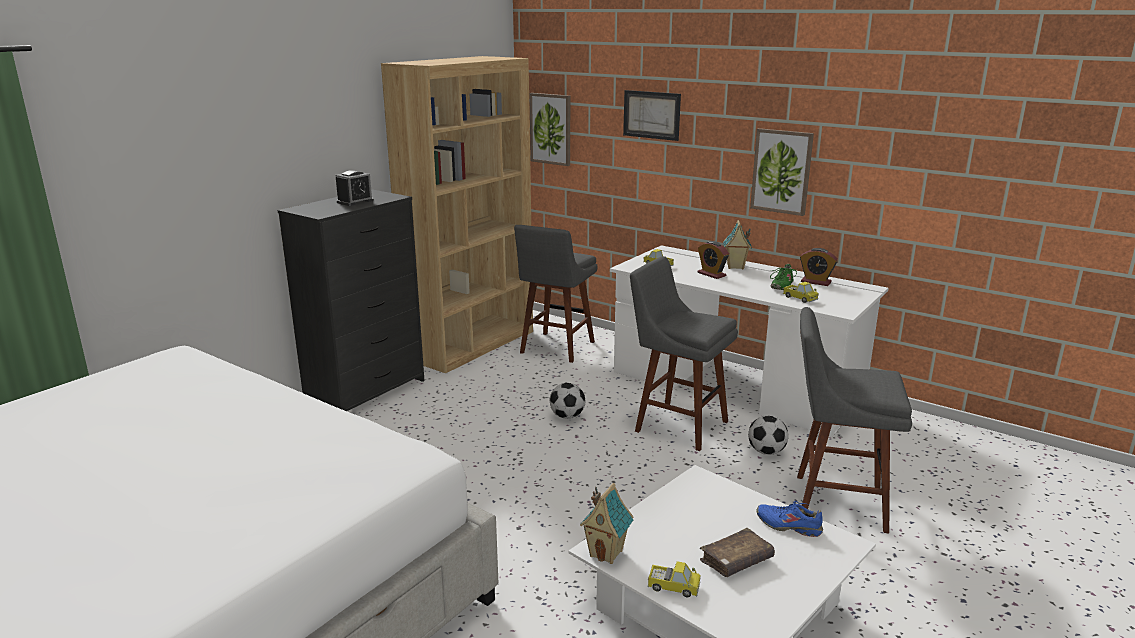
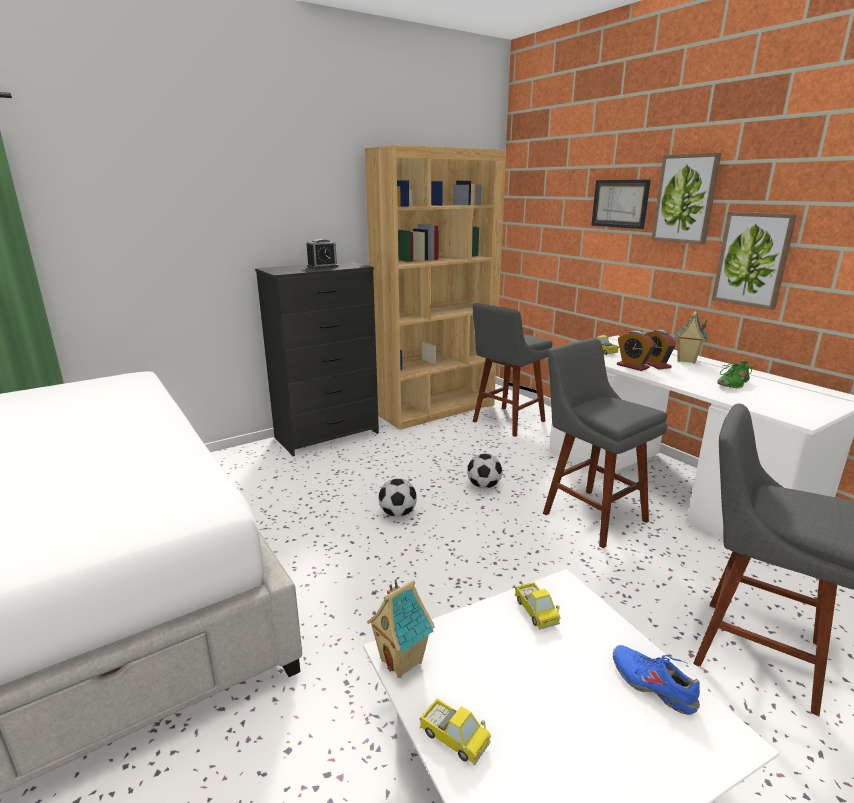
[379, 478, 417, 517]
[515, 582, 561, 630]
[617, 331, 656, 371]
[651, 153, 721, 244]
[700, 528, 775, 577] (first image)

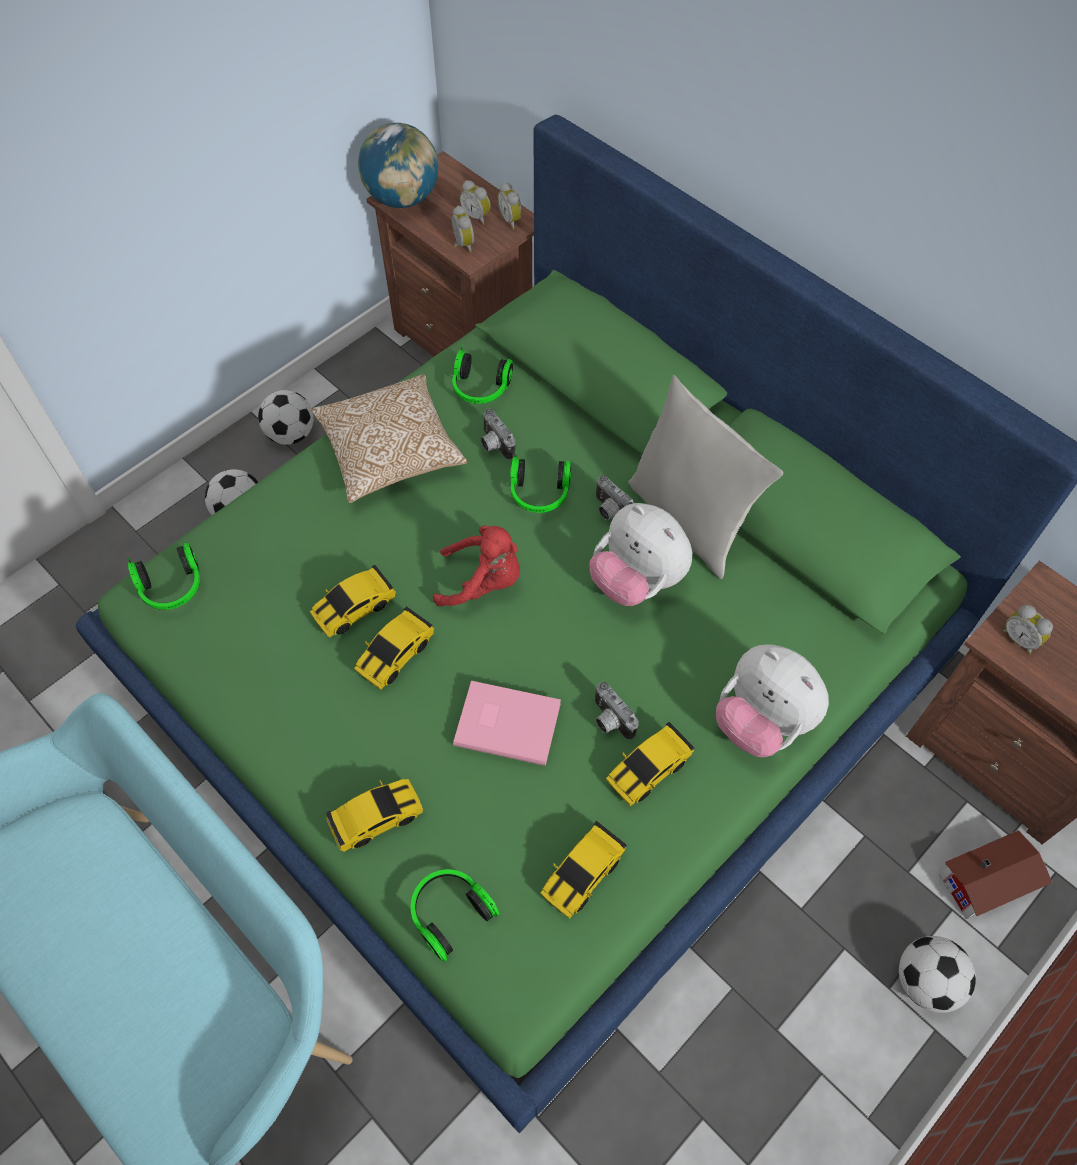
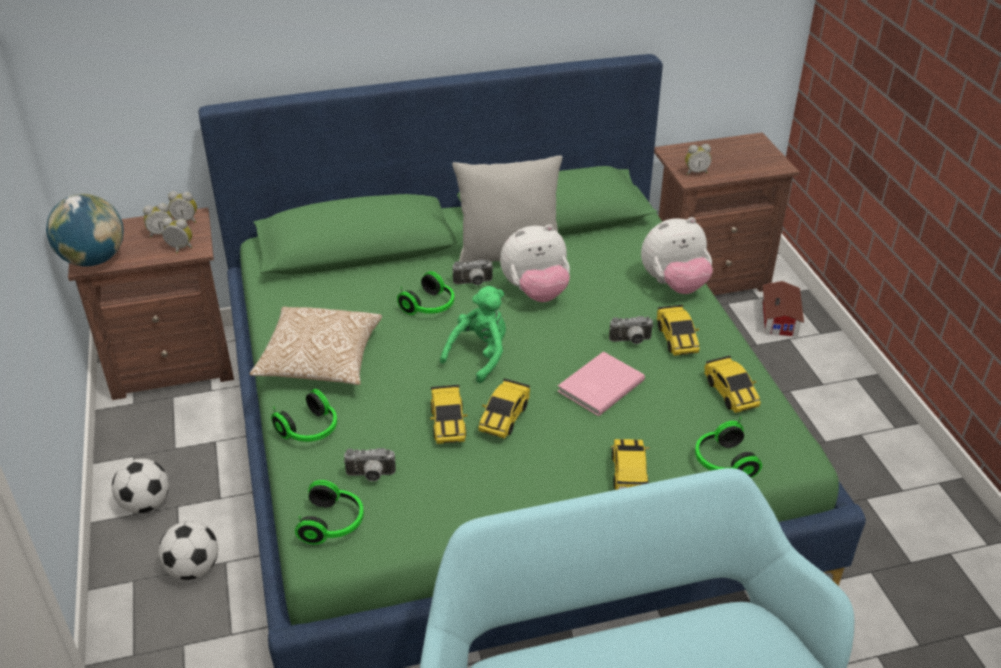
[271, 389, 337, 442]
[344, 448, 396, 481]
[440, 286, 506, 383]
[478, 378, 530, 439]
[899, 936, 976, 1013] (first image)

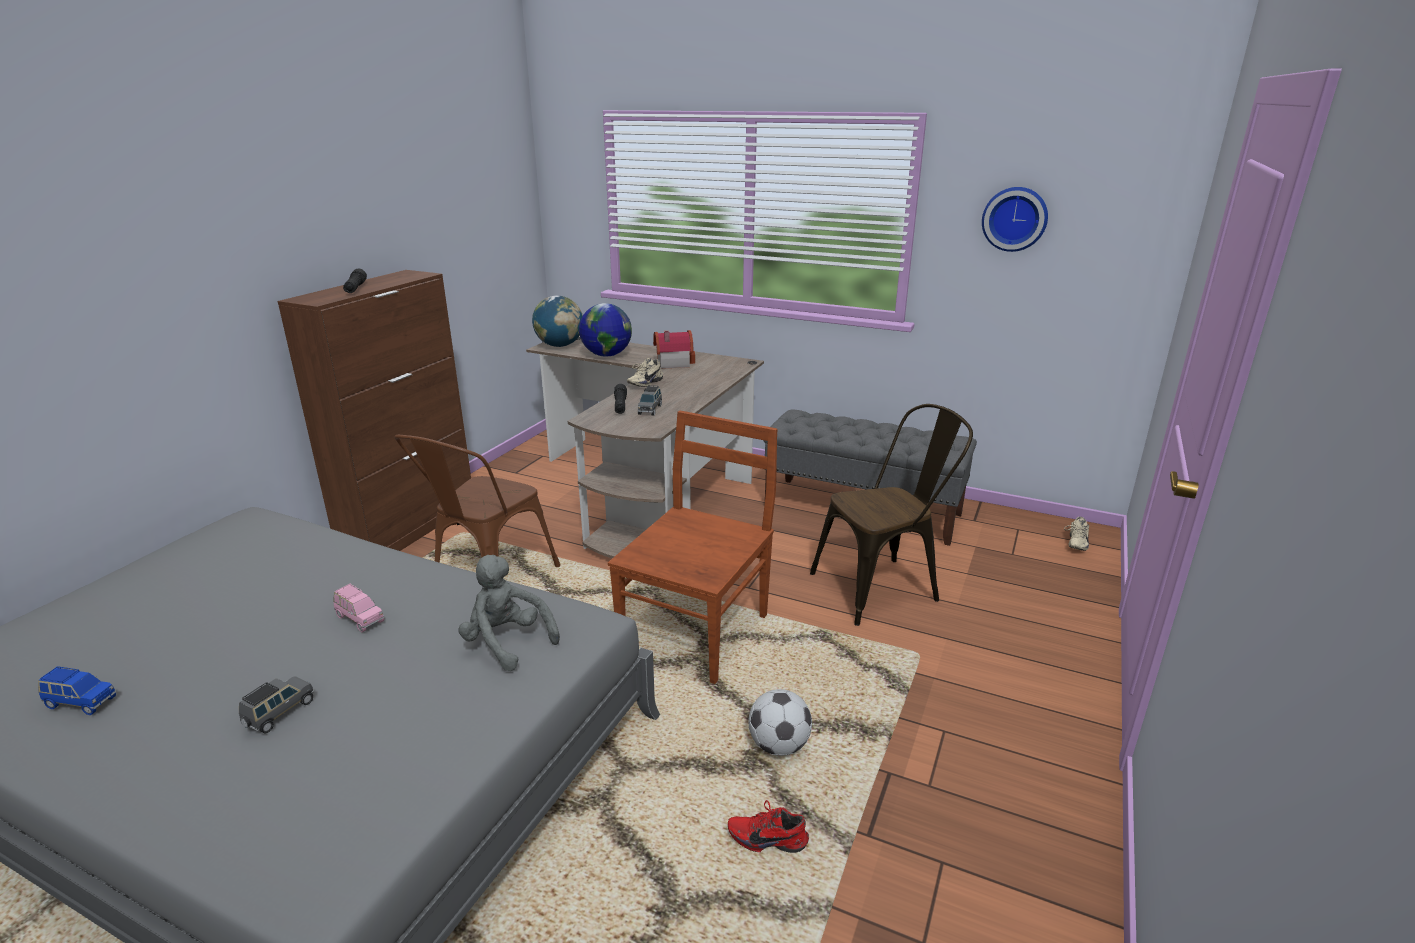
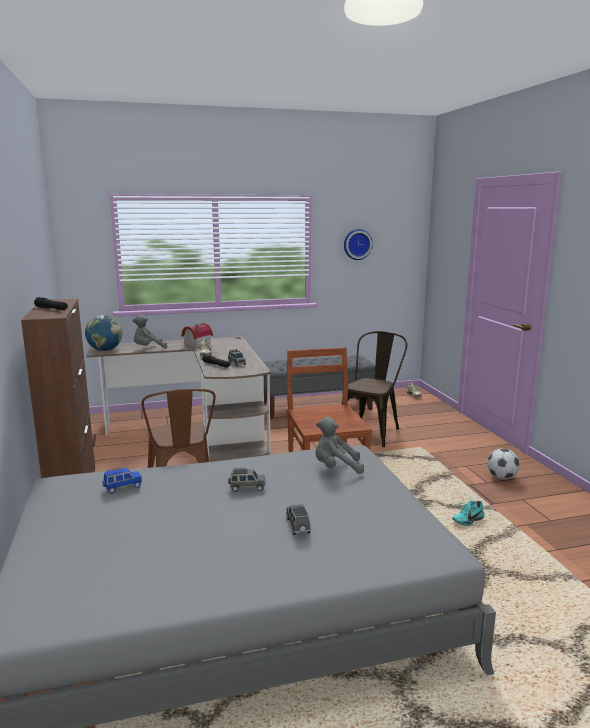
[102, 468, 142, 494]
[132, 315, 167, 349]
[228, 468, 265, 492]
[452, 500, 485, 526]
[487, 448, 520, 479]

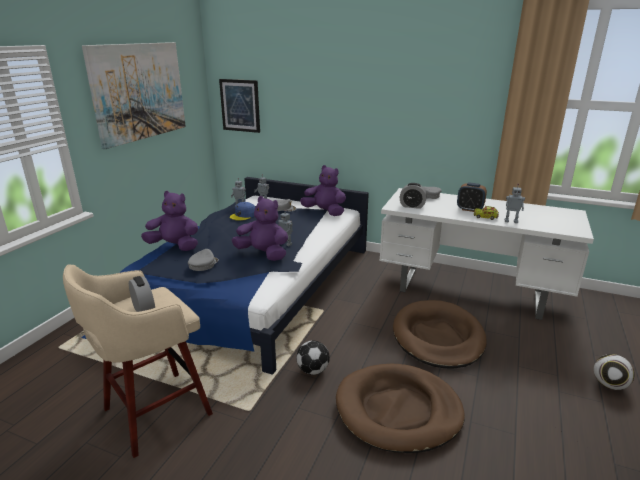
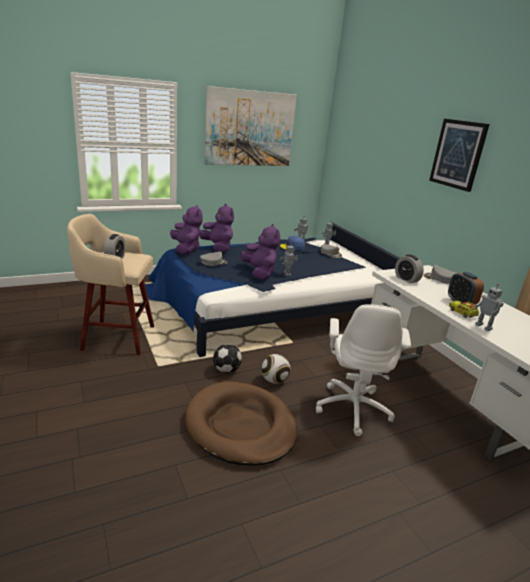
[170, 205, 202, 254]
[261, 354, 290, 384]
[316, 304, 411, 436]
[429, 119, 489, 192]

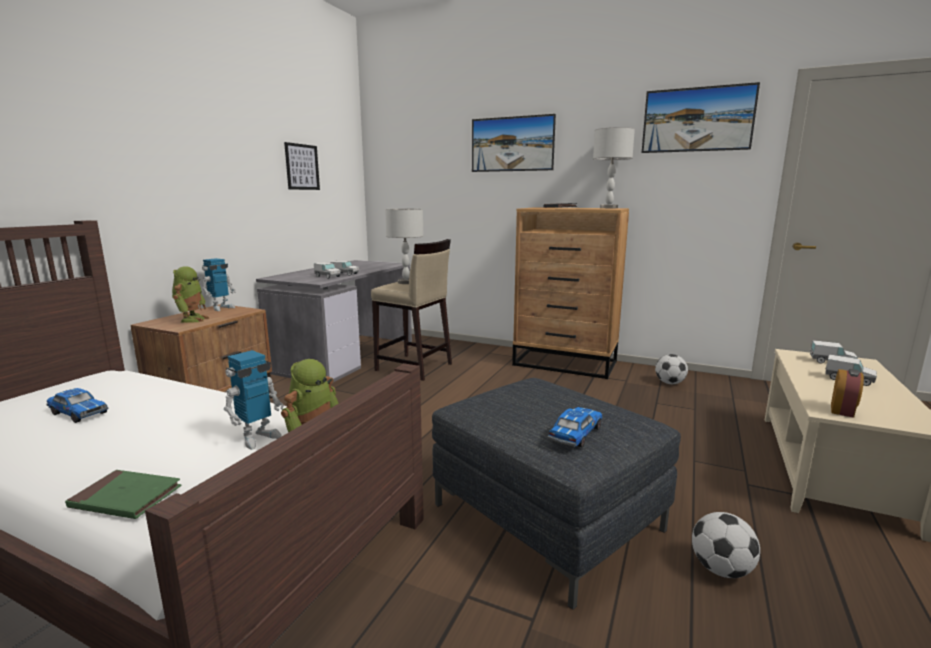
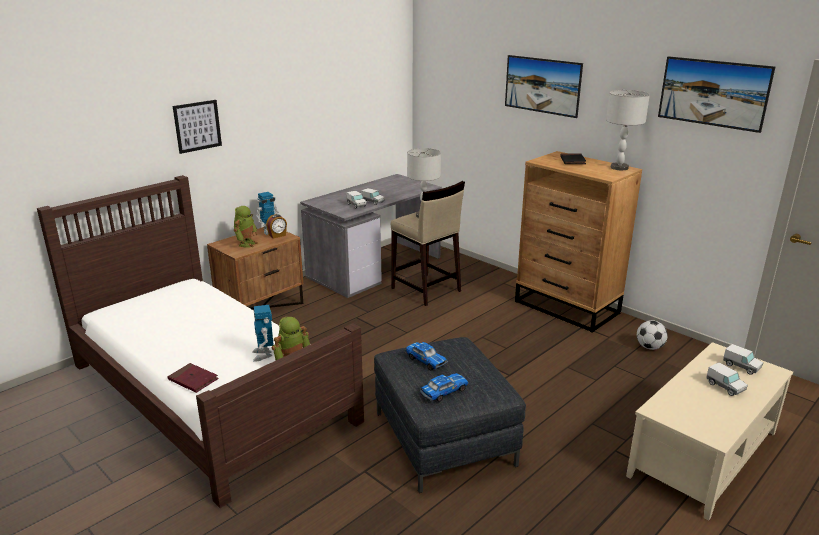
[167, 363, 219, 393]
[173, 100, 222, 154]
[252, 305, 274, 362]
[266, 214, 287, 239]
[405, 342, 448, 371]
[692, 512, 760, 578] (first image)

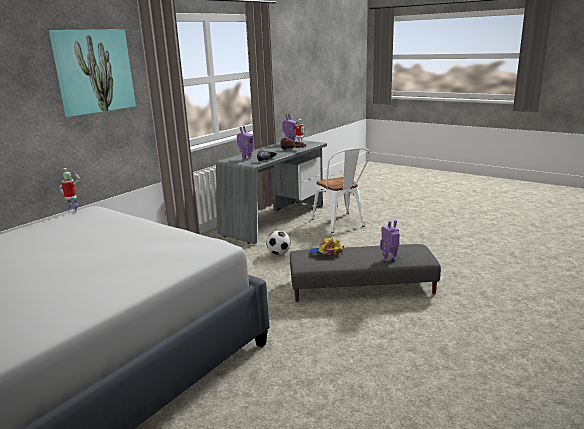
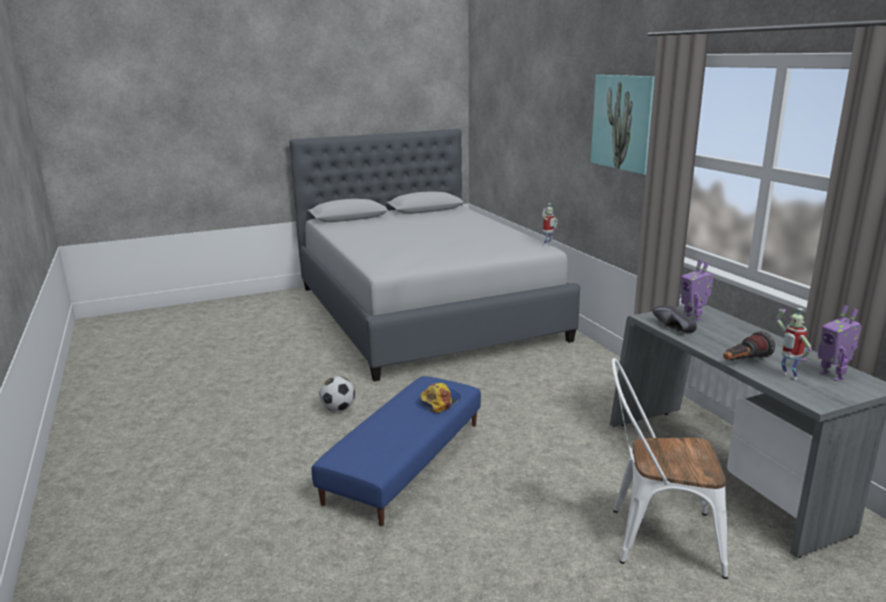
[311, 376, 481, 526]
[320, 376, 355, 411]
[380, 220, 400, 261] (first image)

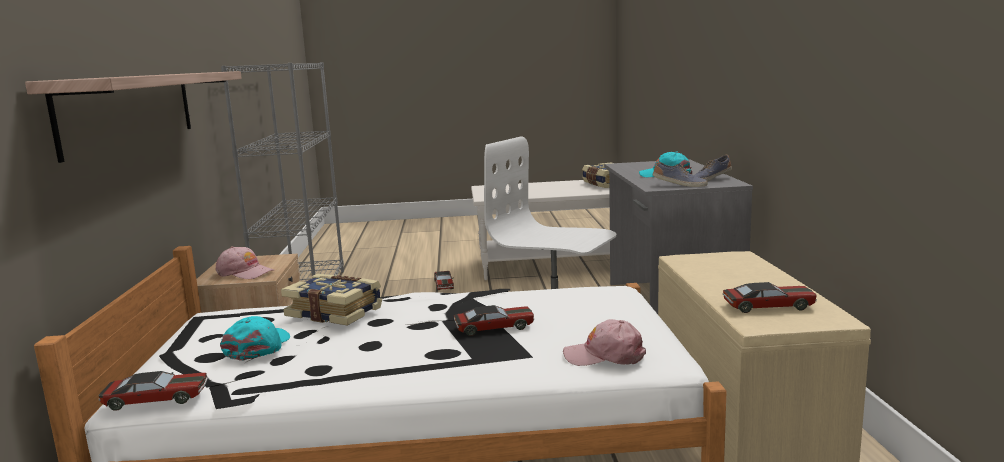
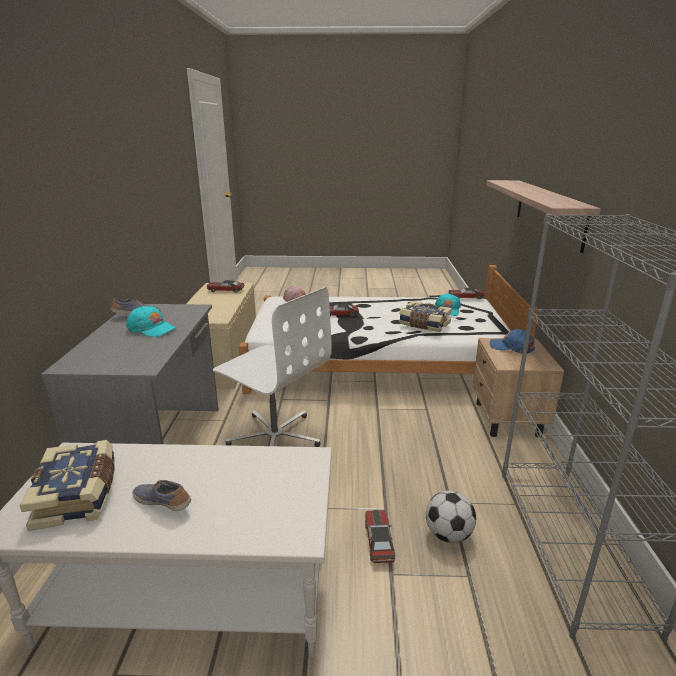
[132, 480, 191, 511]
[426, 490, 476, 543]
[490, 329, 535, 354]

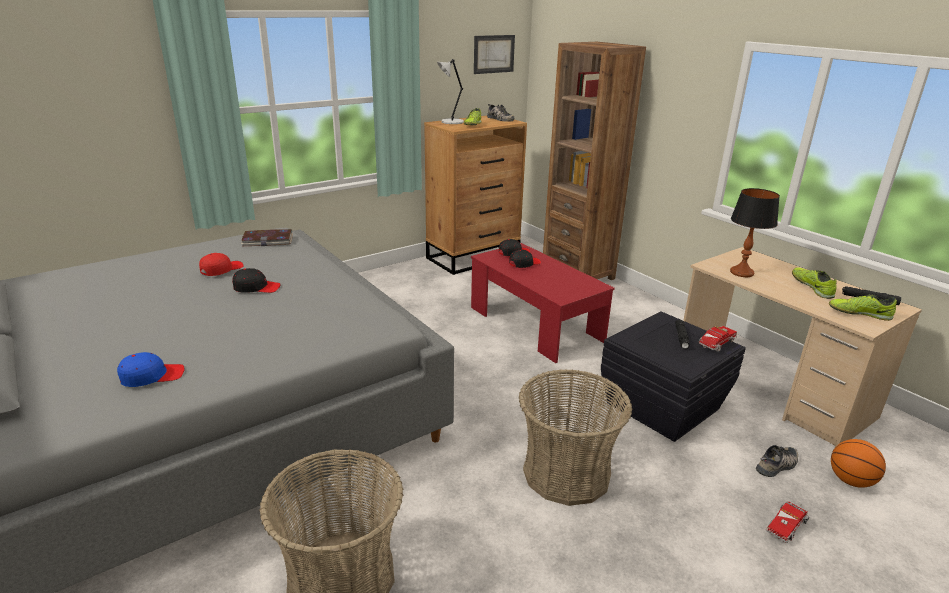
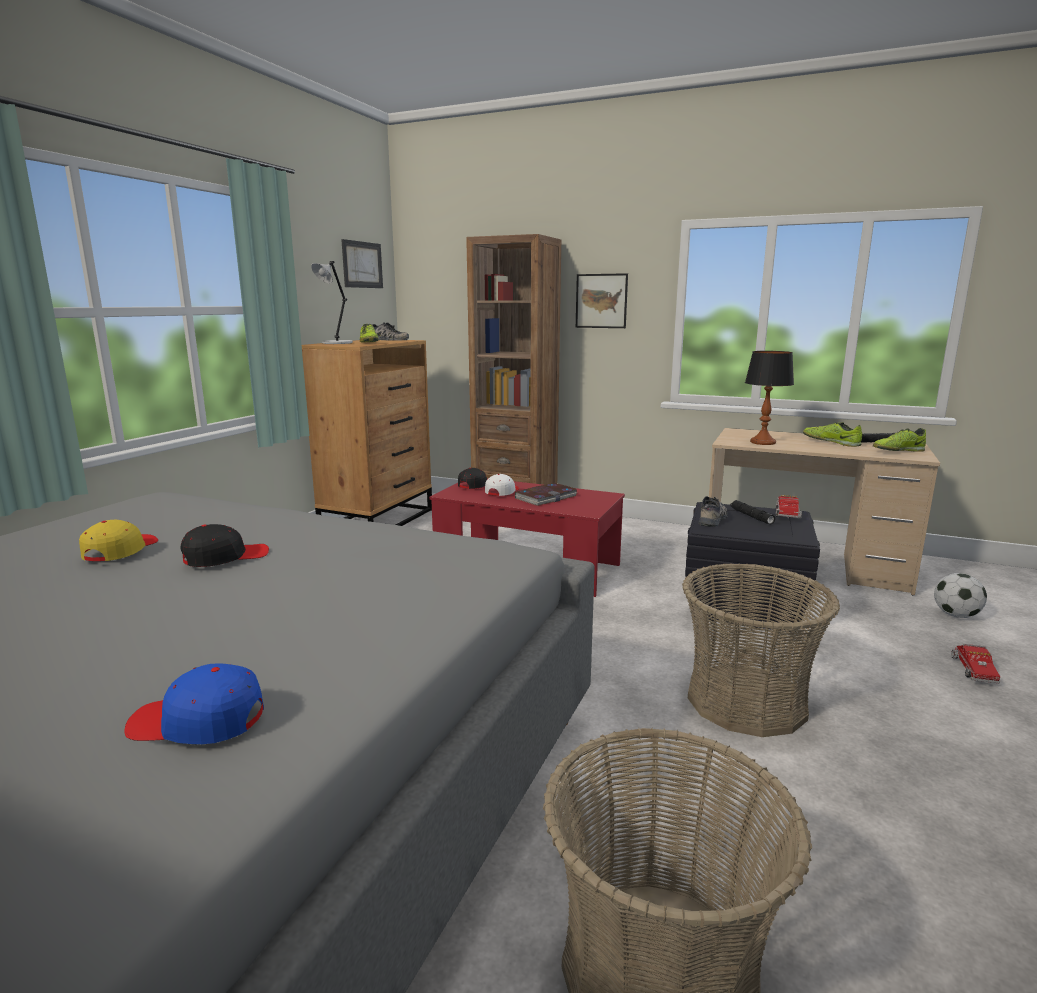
[79, 520, 158, 561]
[124, 663, 264, 744]
[485, 474, 519, 496]
[515, 483, 578, 506]
[576, 273, 628, 328]
[699, 496, 727, 527]
[934, 573, 987, 618]

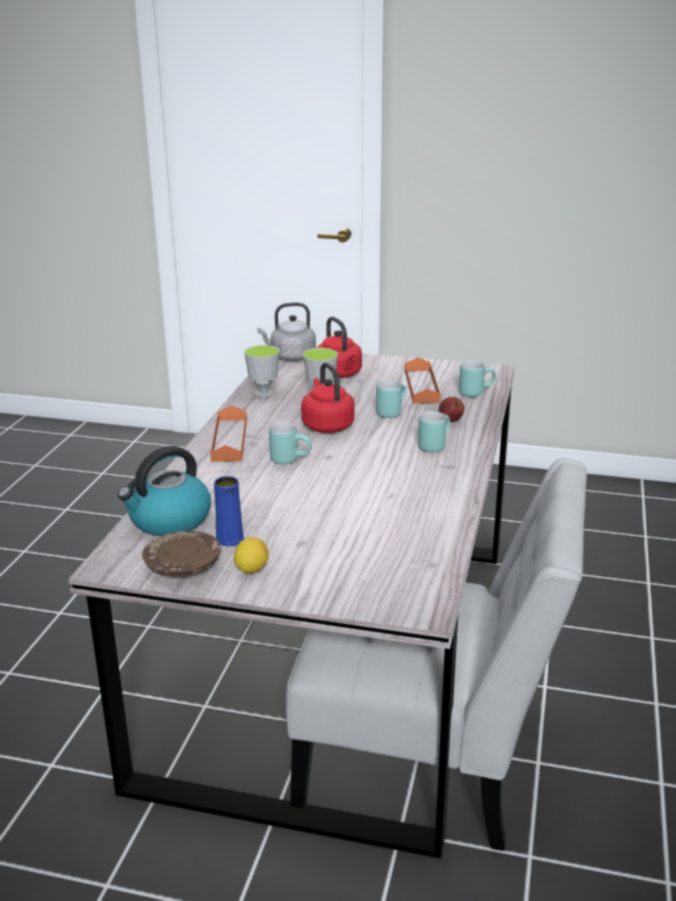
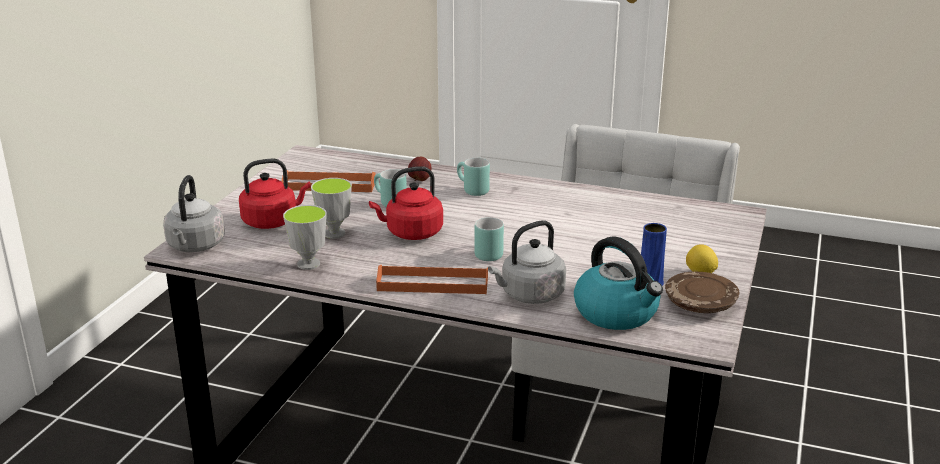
[488, 220, 566, 304]
[459, 361, 496, 397] (first image)

